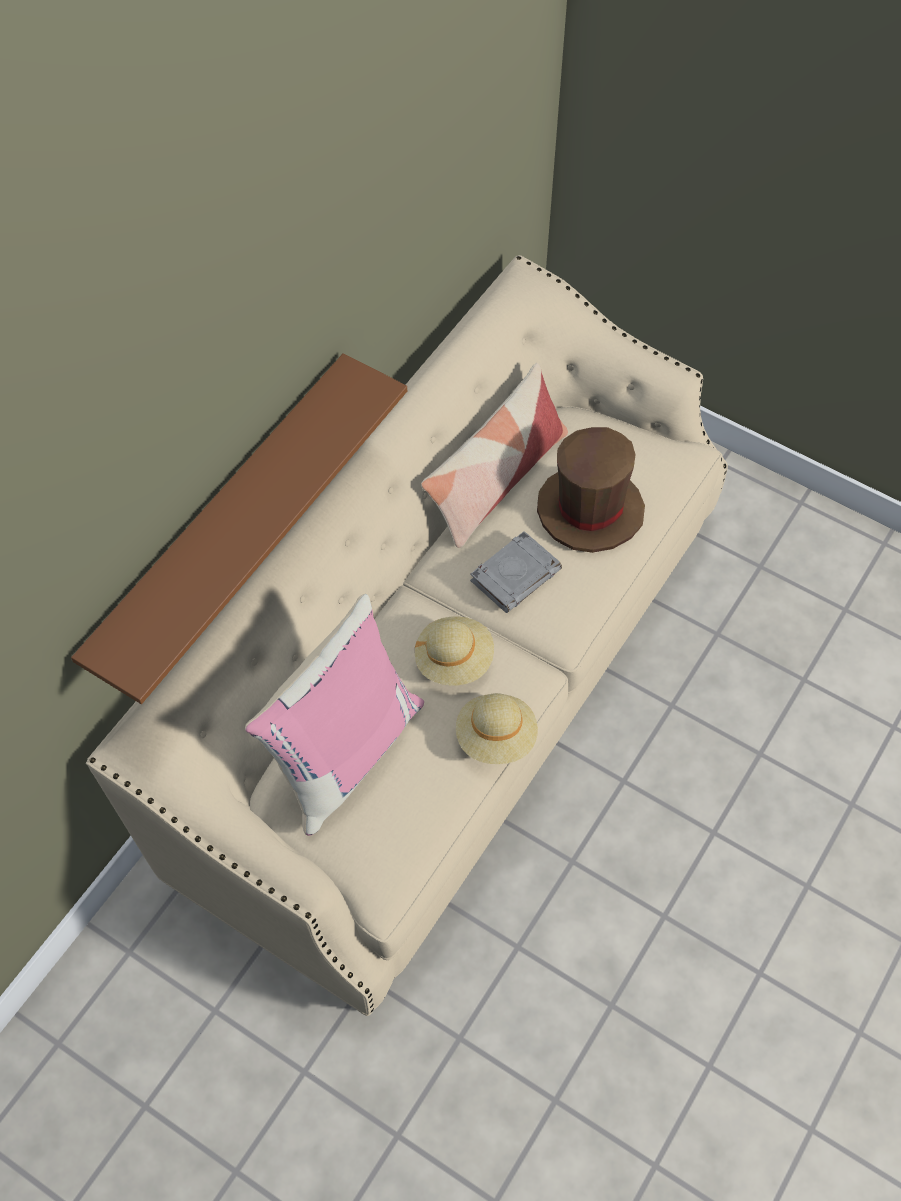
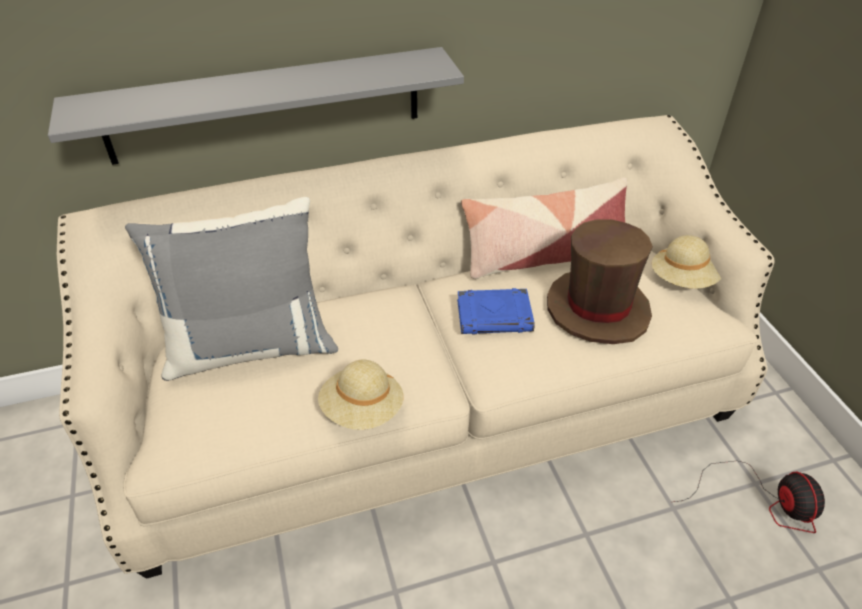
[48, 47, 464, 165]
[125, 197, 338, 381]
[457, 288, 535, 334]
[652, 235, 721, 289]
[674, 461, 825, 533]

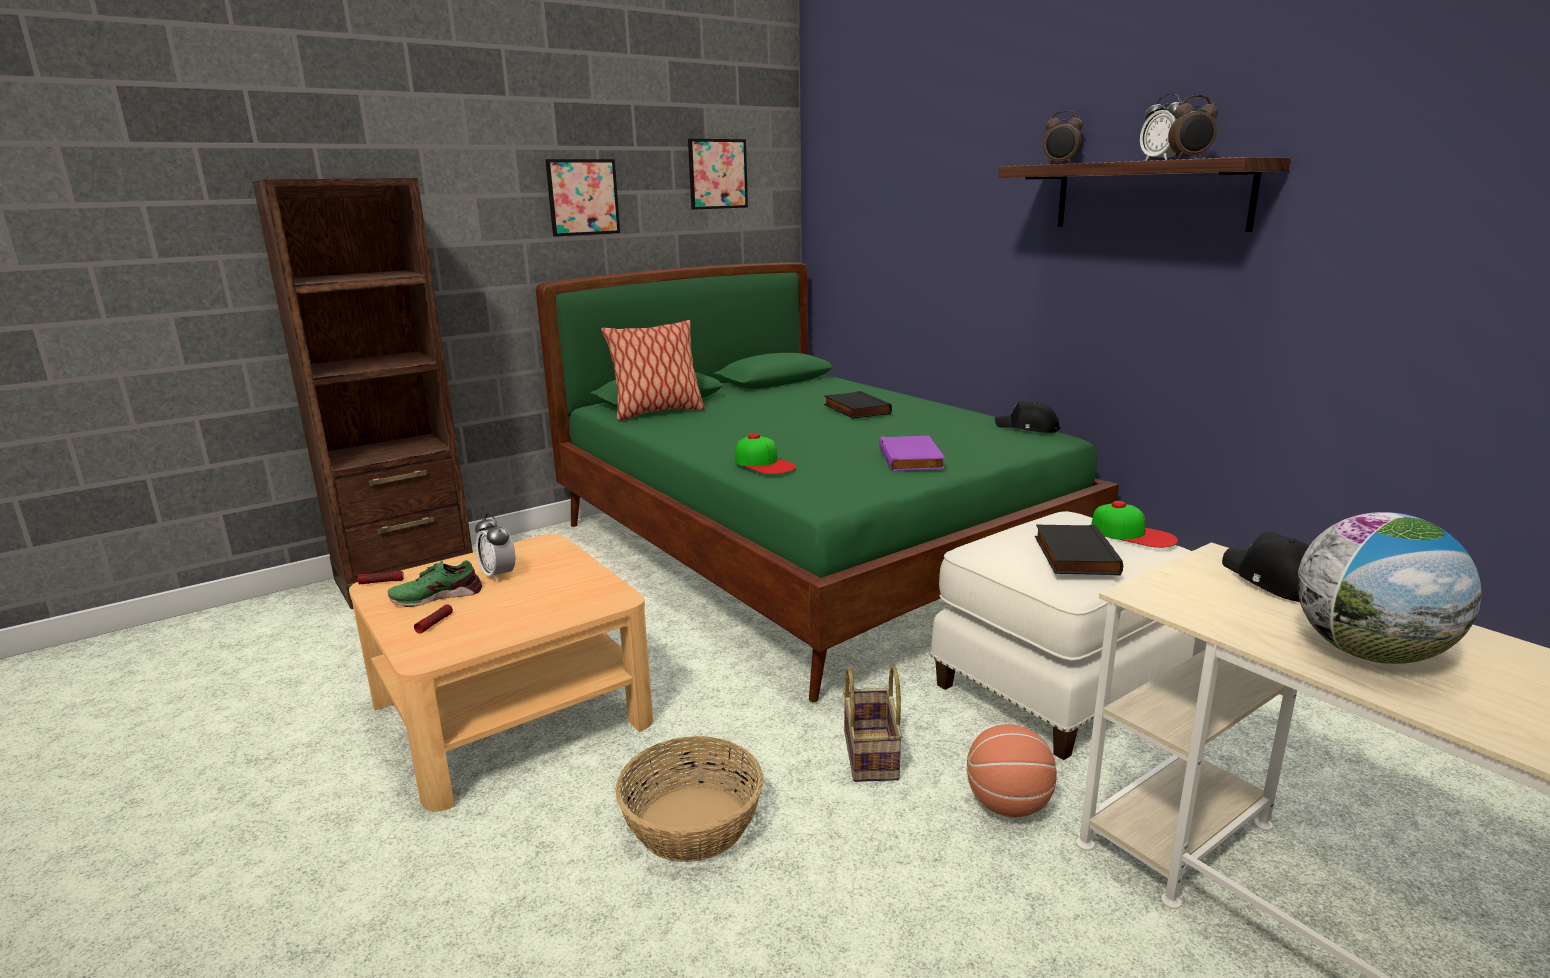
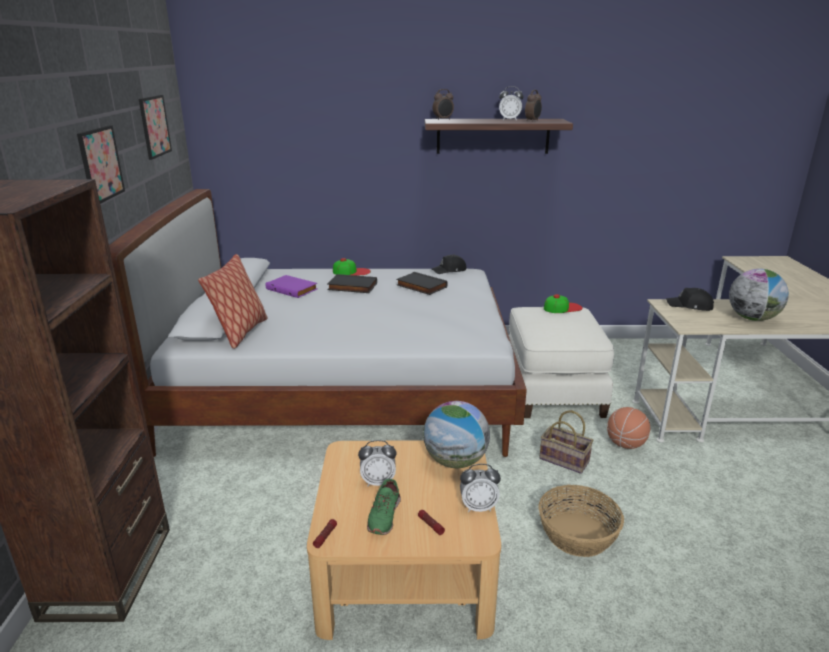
[109, 189, 527, 457]
[266, 275, 318, 298]
[333, 258, 371, 275]
[396, 272, 448, 295]
[423, 401, 490, 468]
[460, 464, 501, 512]

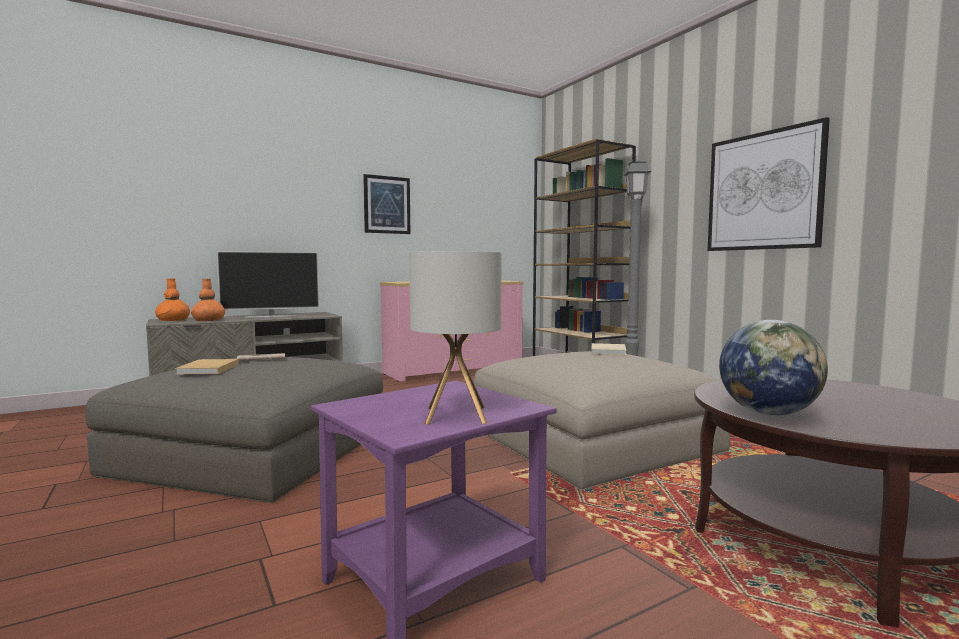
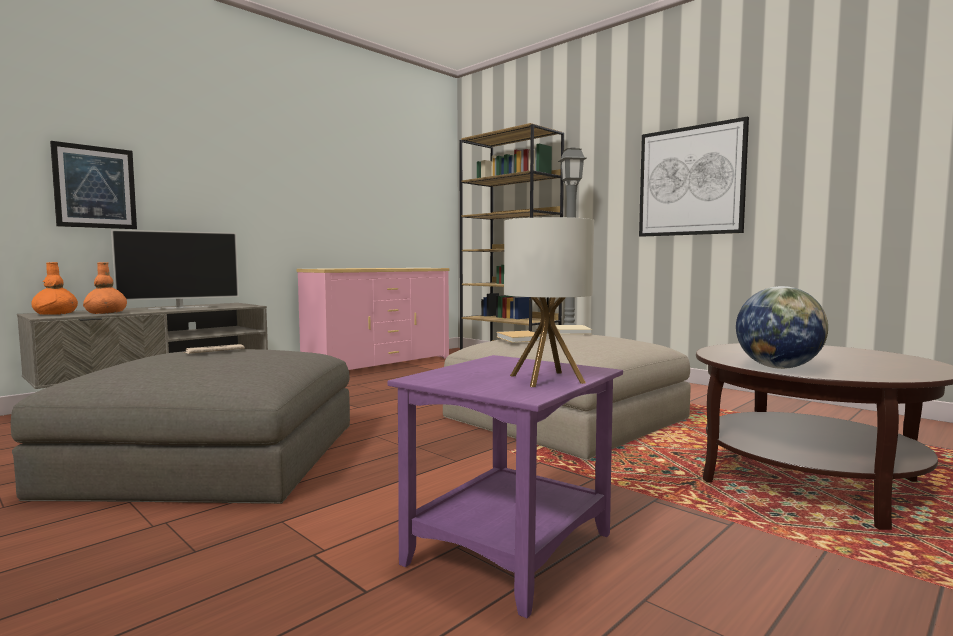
[50, 141, 137, 229]
[496, 331, 546, 343]

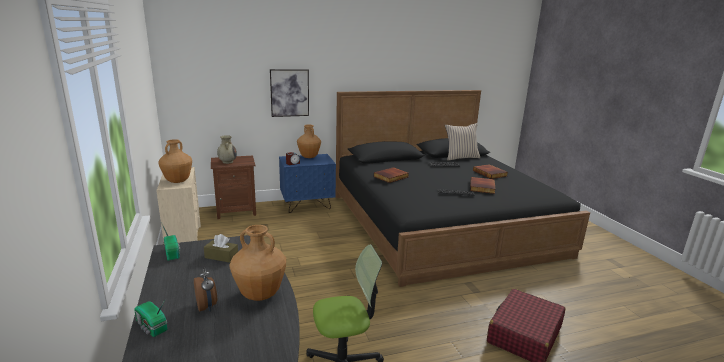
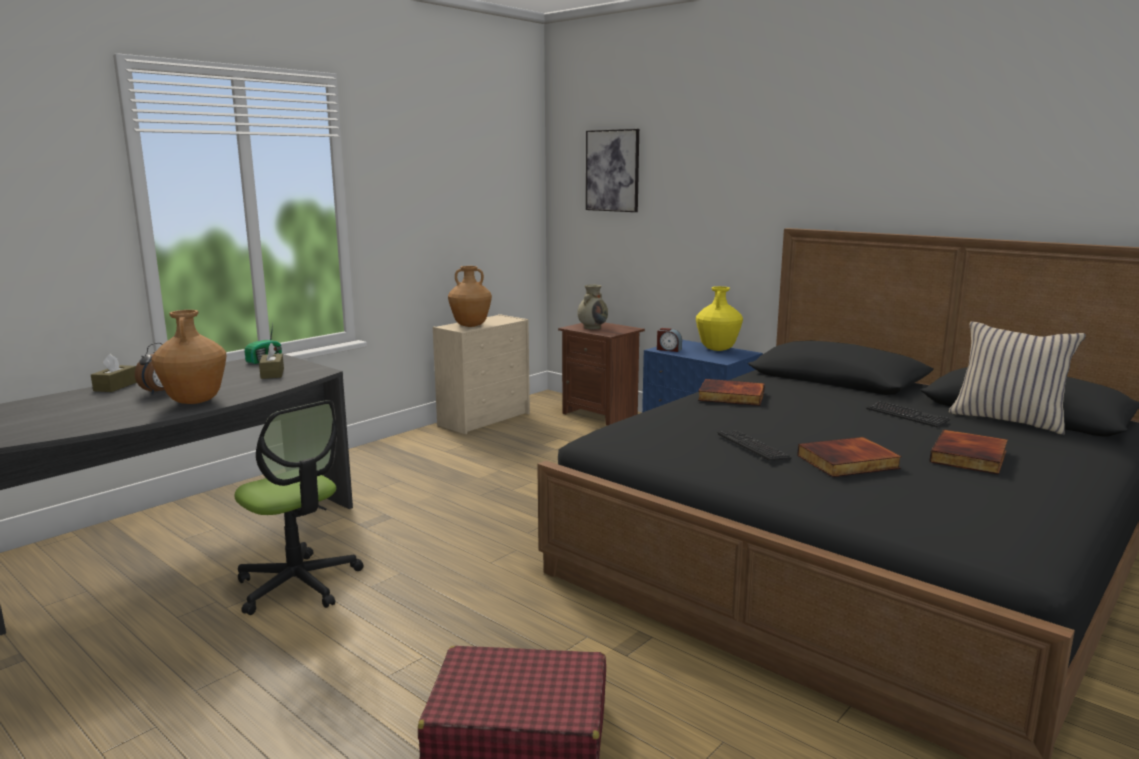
[91, 354, 137, 392]
[586, 129, 639, 212]
[696, 286, 743, 351]

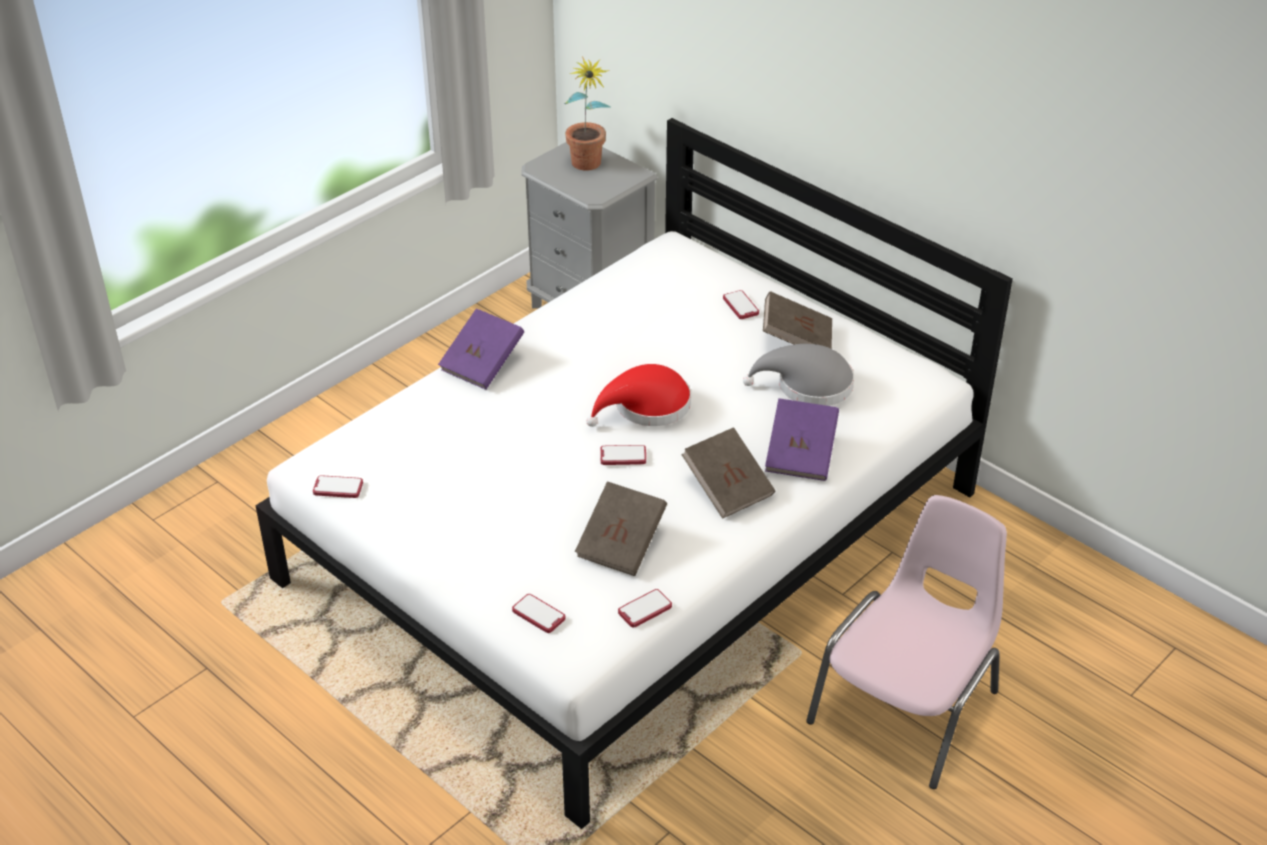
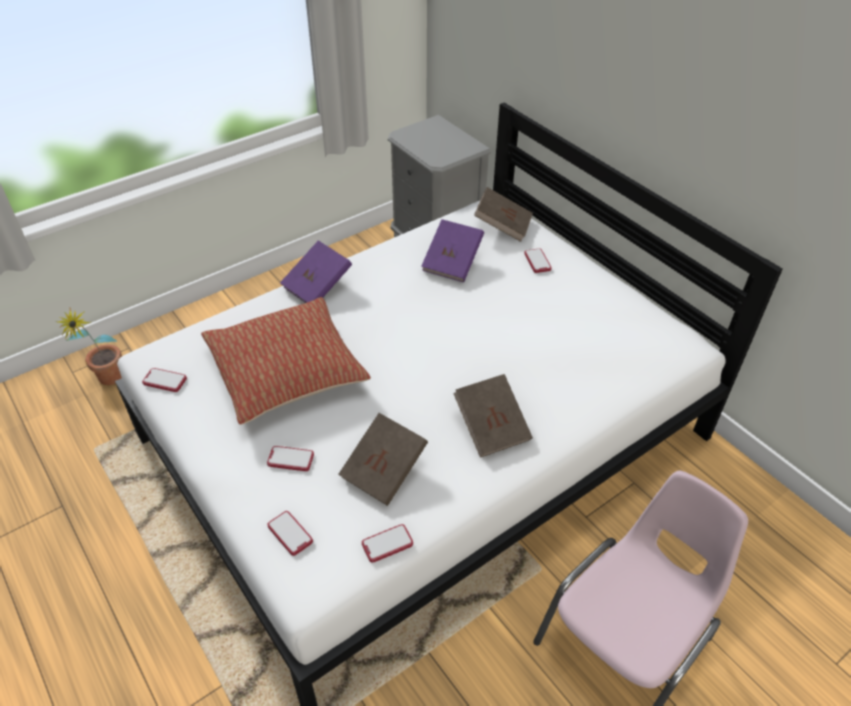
[56, 308, 122, 385]
[201, 297, 371, 425]
[267, 446, 314, 471]
[421, 219, 484, 282]
[474, 187, 533, 242]
[586, 364, 691, 427] (first image)
[743, 344, 854, 406] (first image)

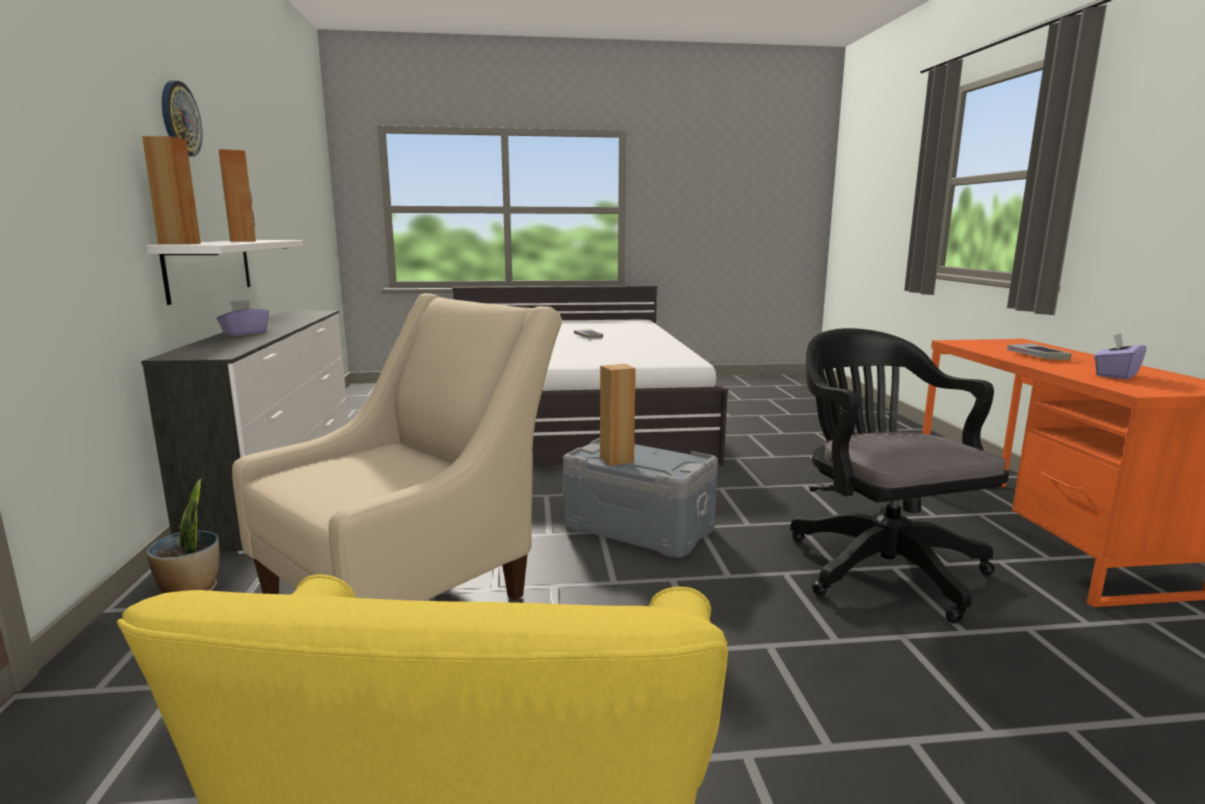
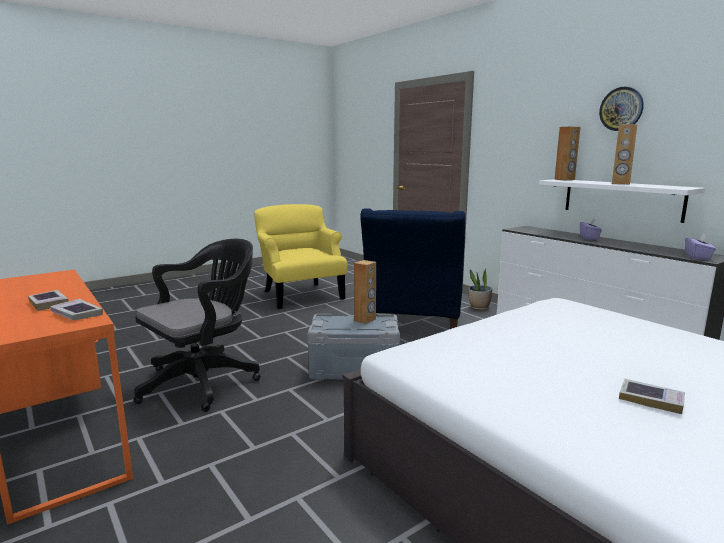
[50, 299, 103, 320]
[133, 239, 261, 412]
[360, 209, 465, 329]
[685, 233, 716, 260]

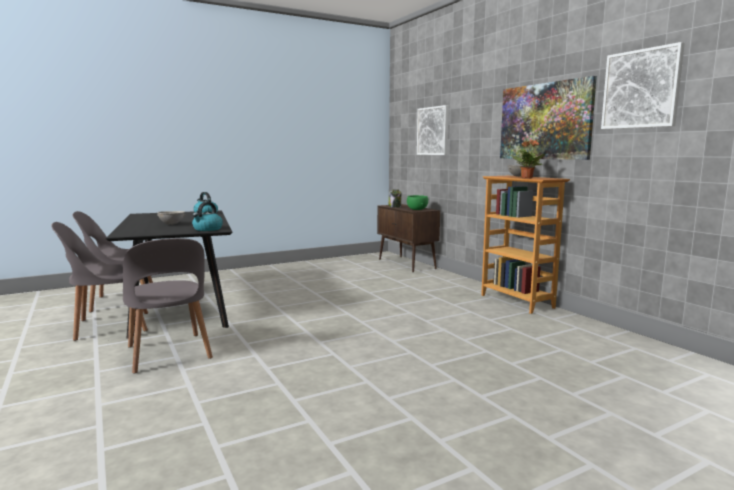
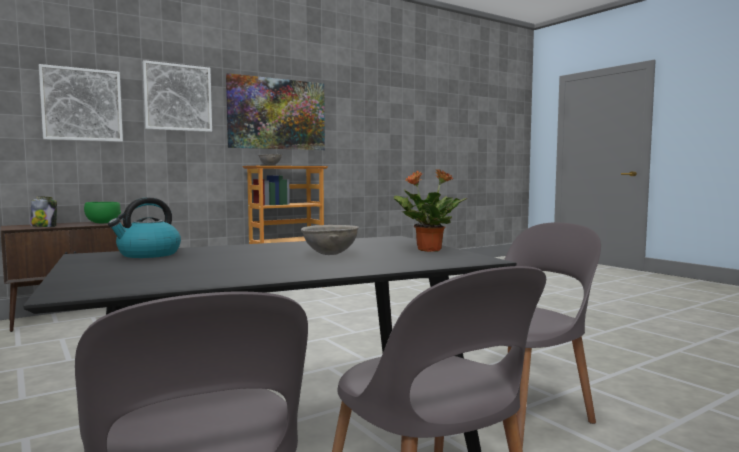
[142, 60, 212, 132]
[394, 169, 468, 252]
[192, 202, 223, 231] (first image)

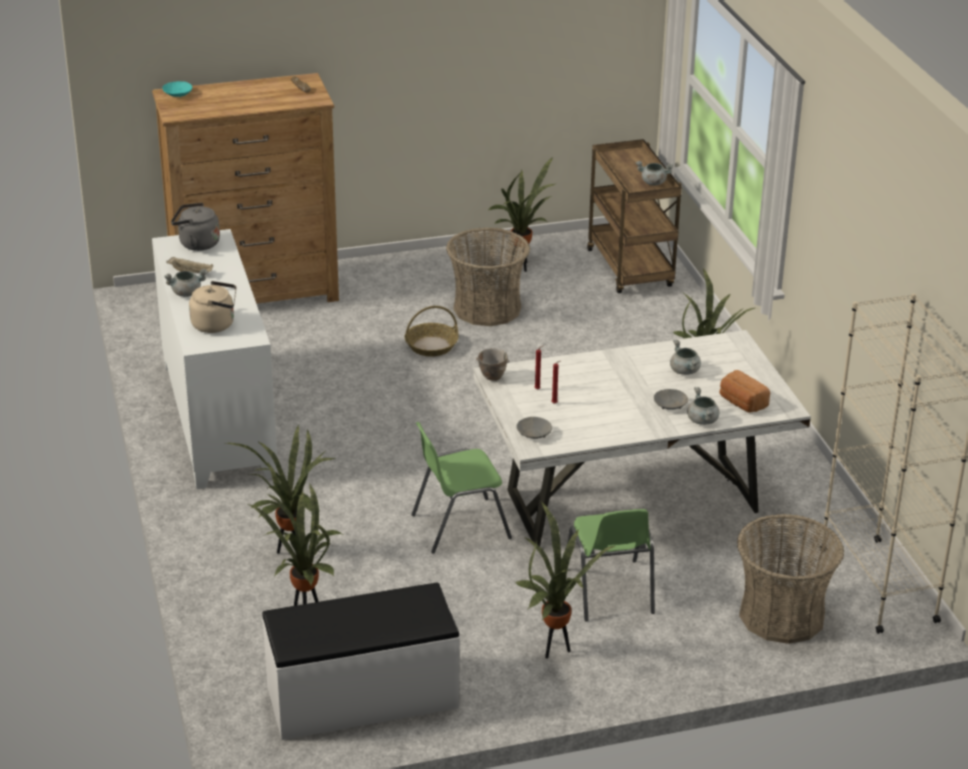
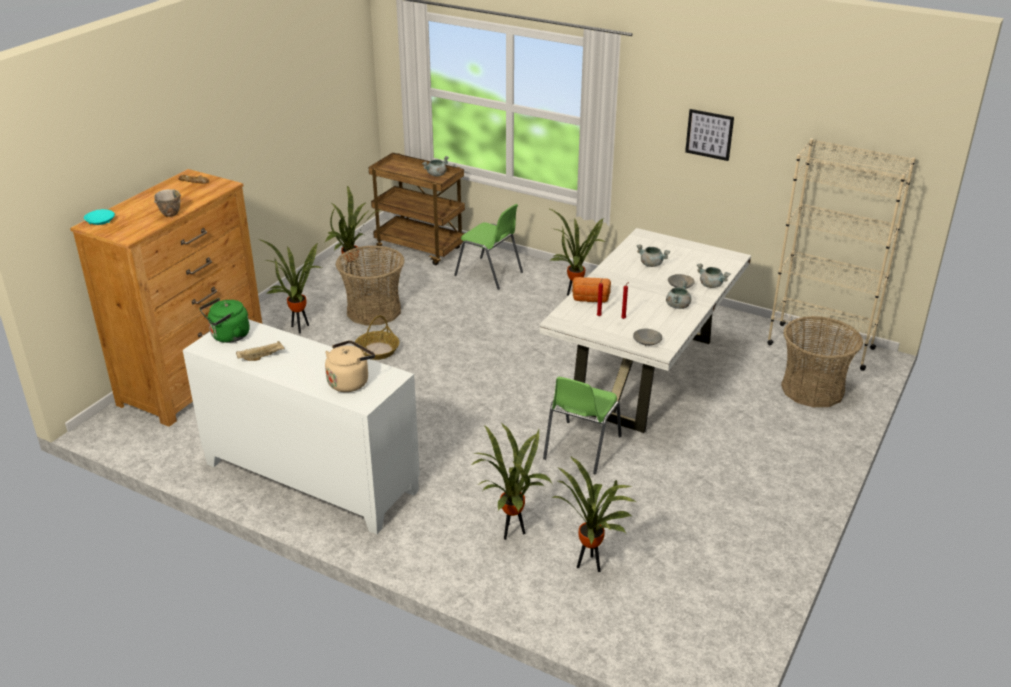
[154, 189, 181, 217]
[200, 298, 250, 343]
[258, 239, 322, 334]
[454, 204, 523, 290]
[572, 277, 611, 303]
[666, 281, 691, 309]
[685, 109, 734, 161]
[262, 583, 460, 740] (first image)

